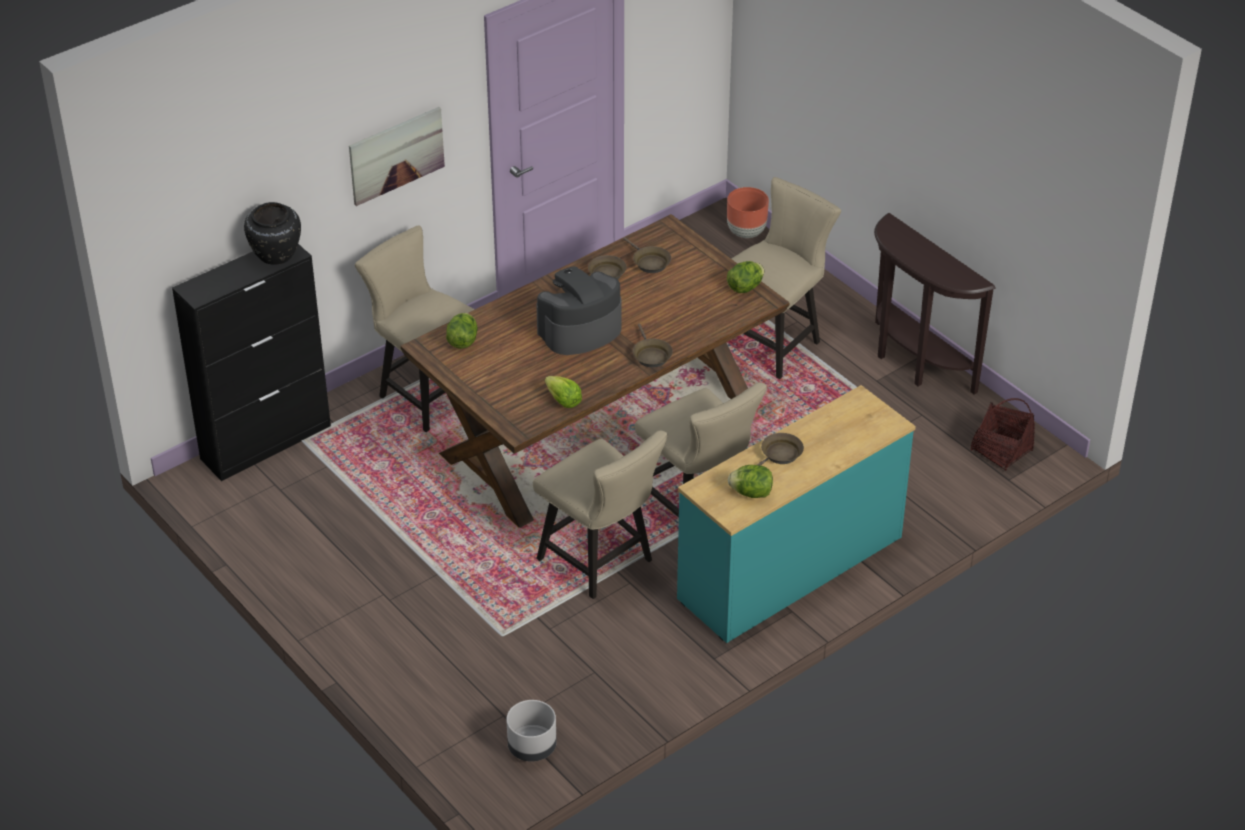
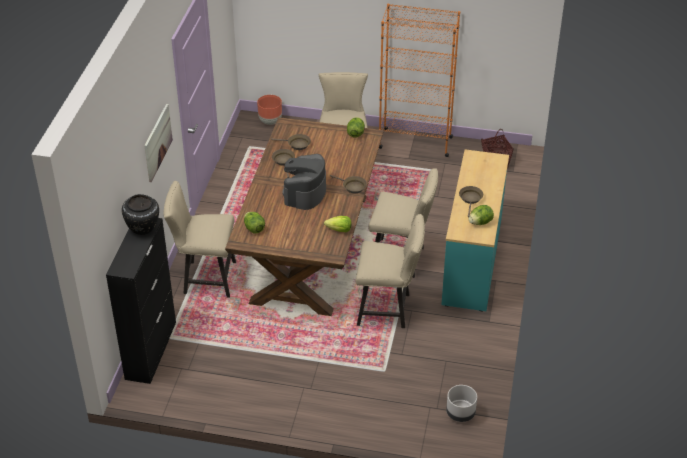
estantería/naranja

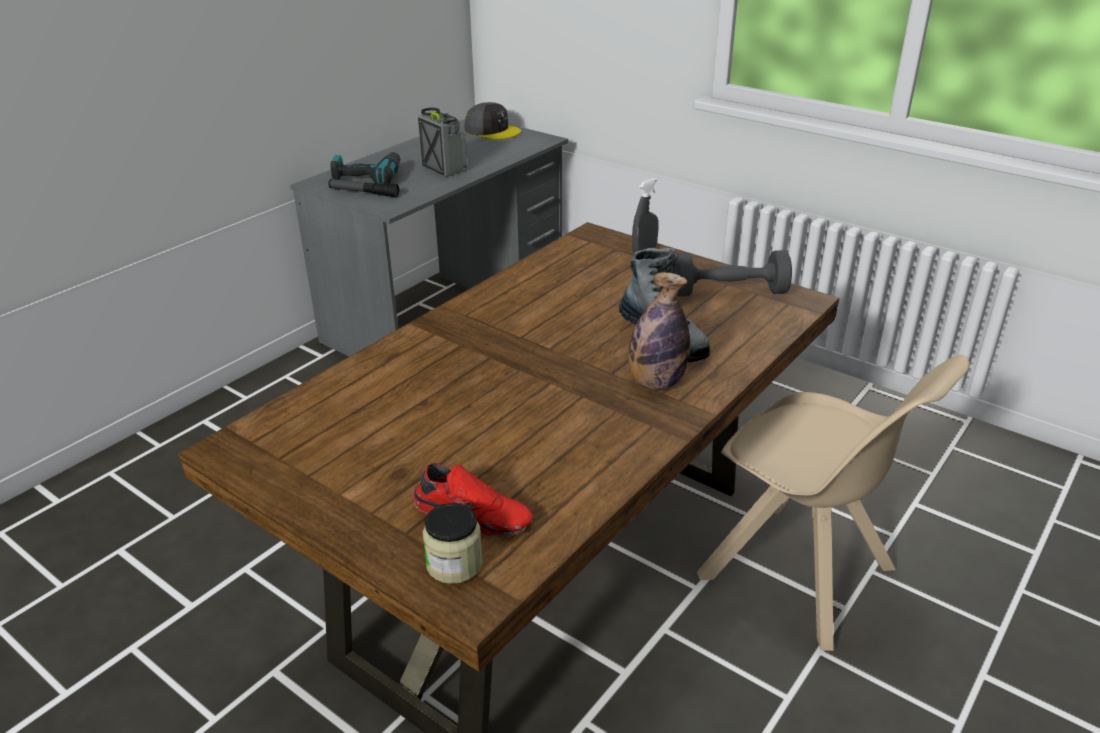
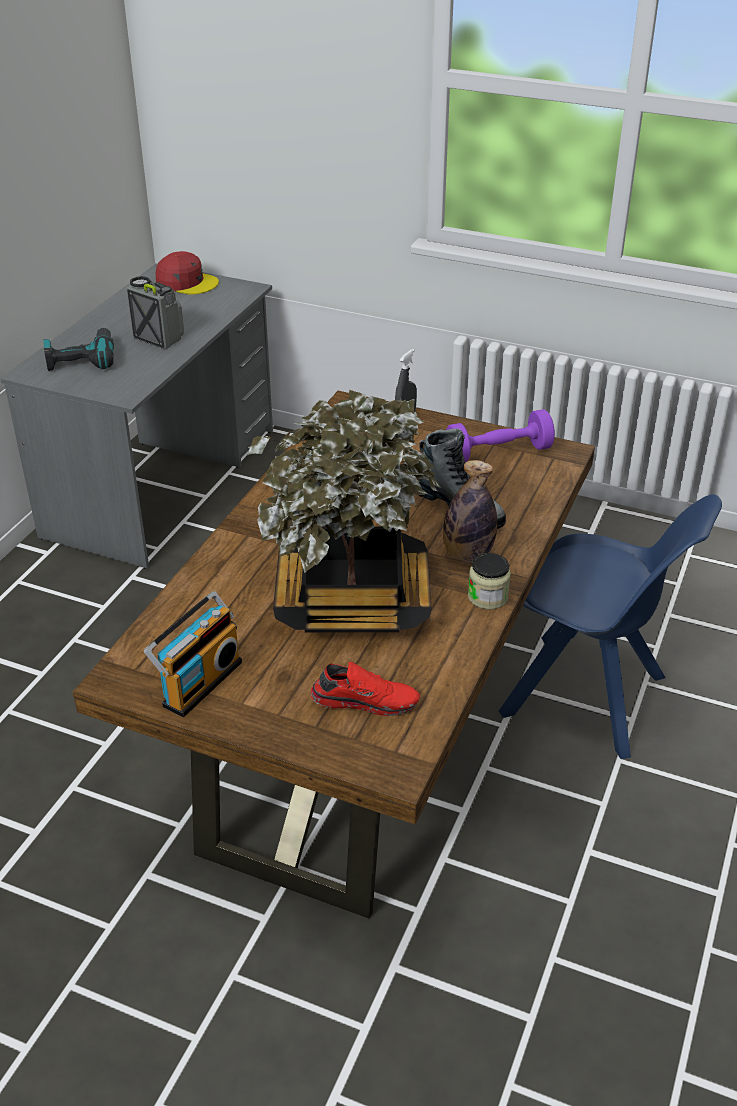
radio (no. 2 from left)
gorra/rojo
planta en maceta
mancuerna/morado
tarro
silla/azul
linterna

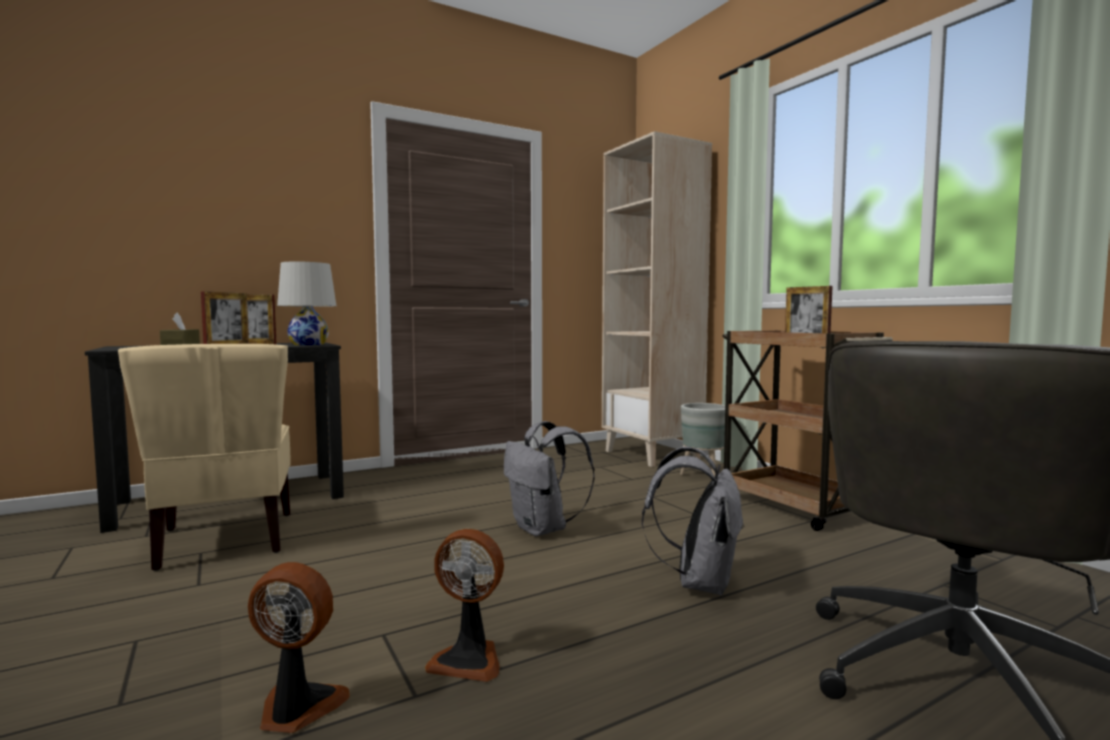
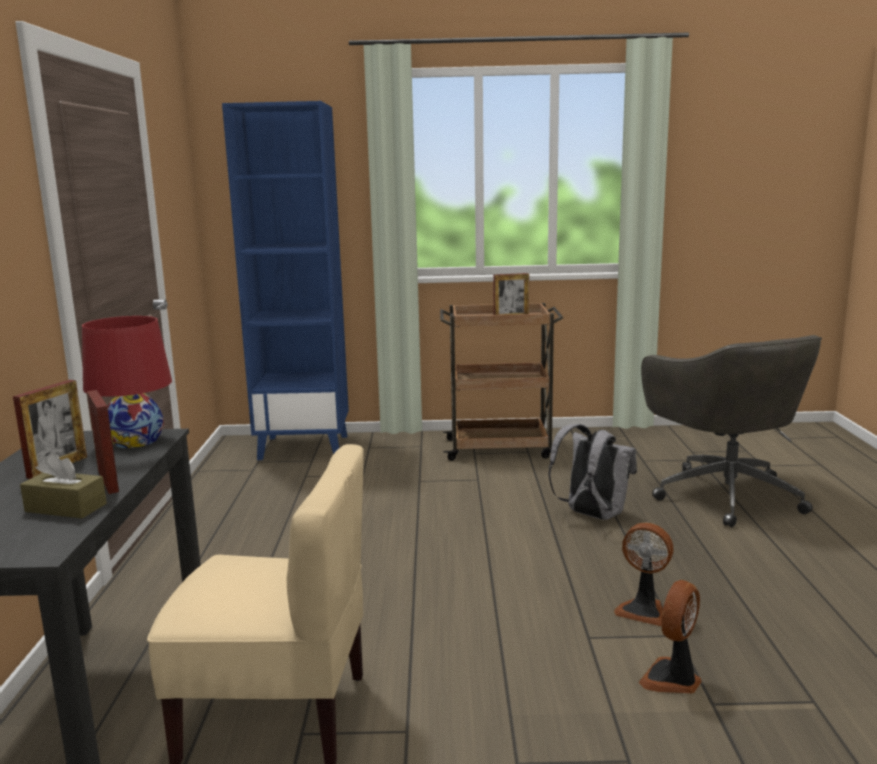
lámpara de mesa/rojo
estantería/azul
ventilador (no. 1 from left)
mochila/gris (no. 1 from left in the first image)
maceta/gris

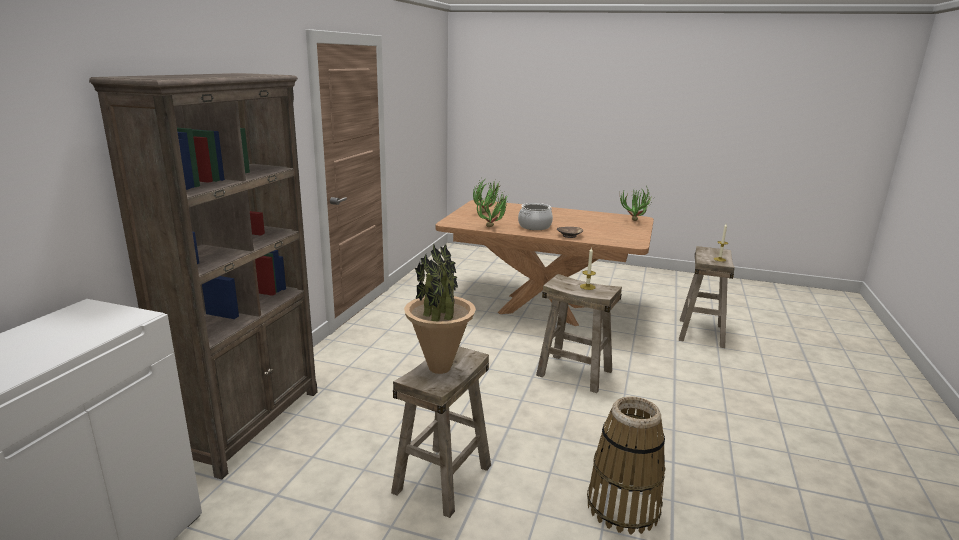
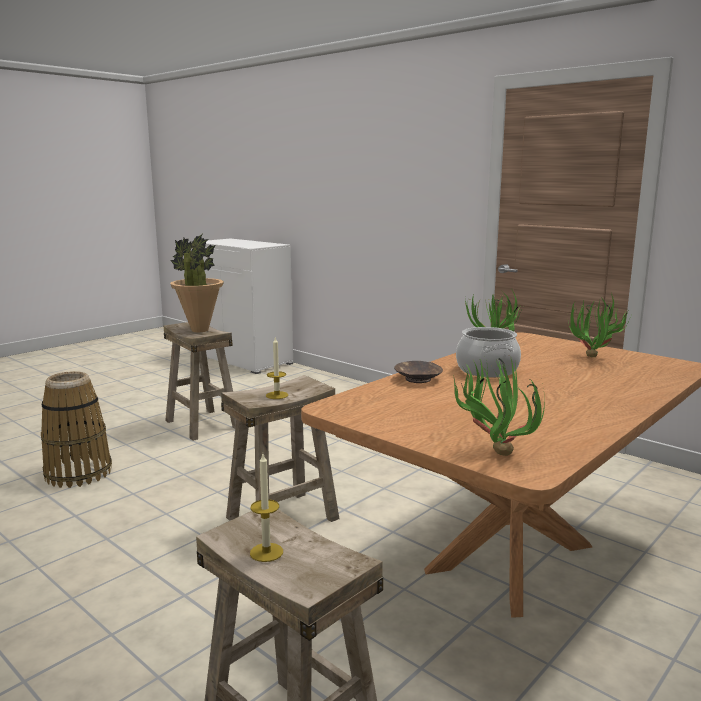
estantería/marrón

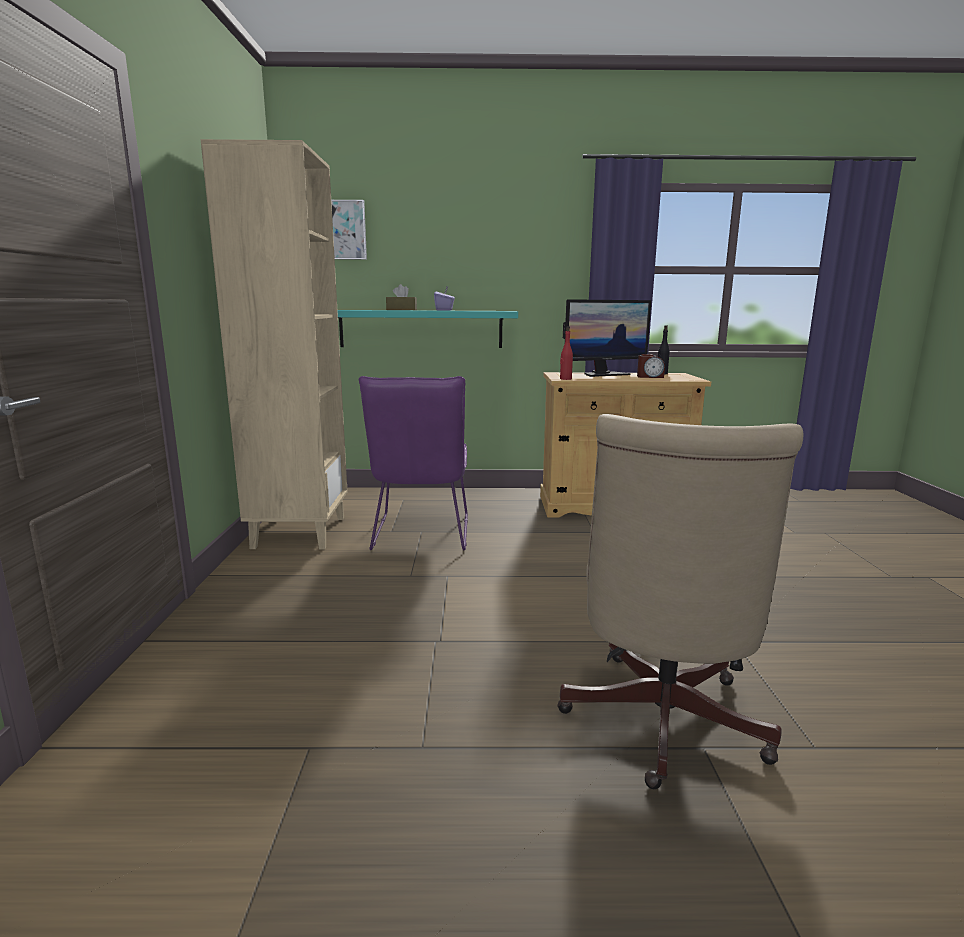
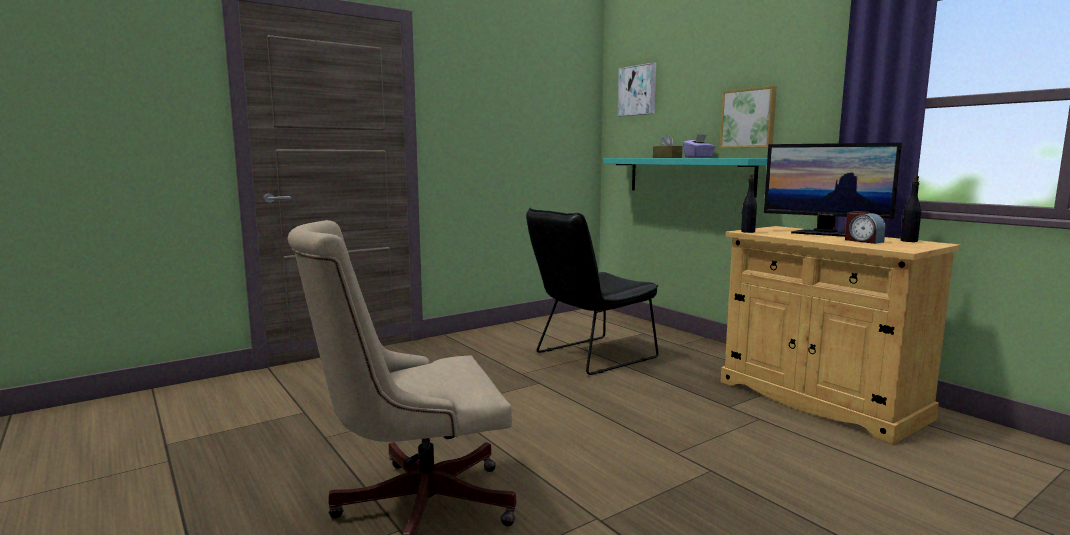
silla/negro
cuadro (no. 2 from left)
botella/negro (no. 1 from left)
estantería/beis

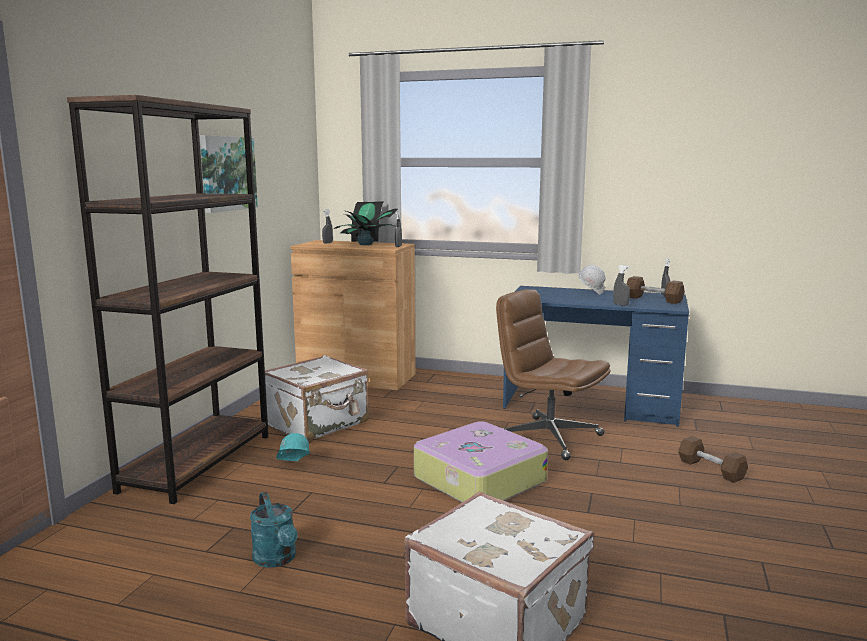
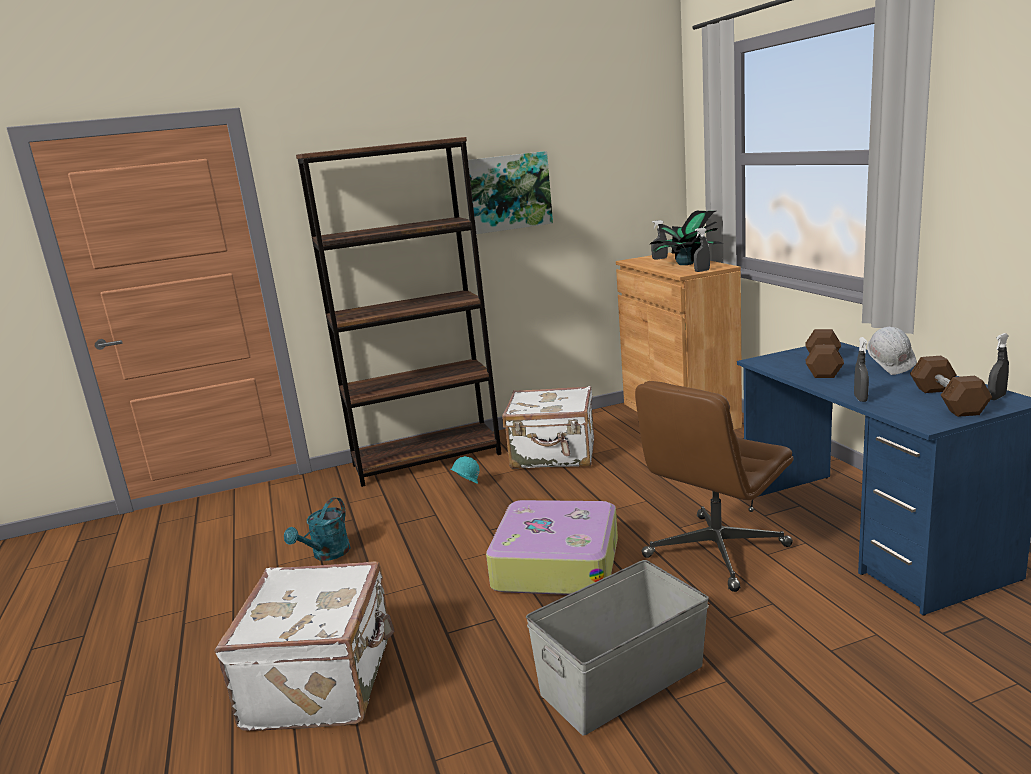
caja de almacenaje/gris
silla de oficina/marrón
mancuerna/marrón (no. 1 from left)

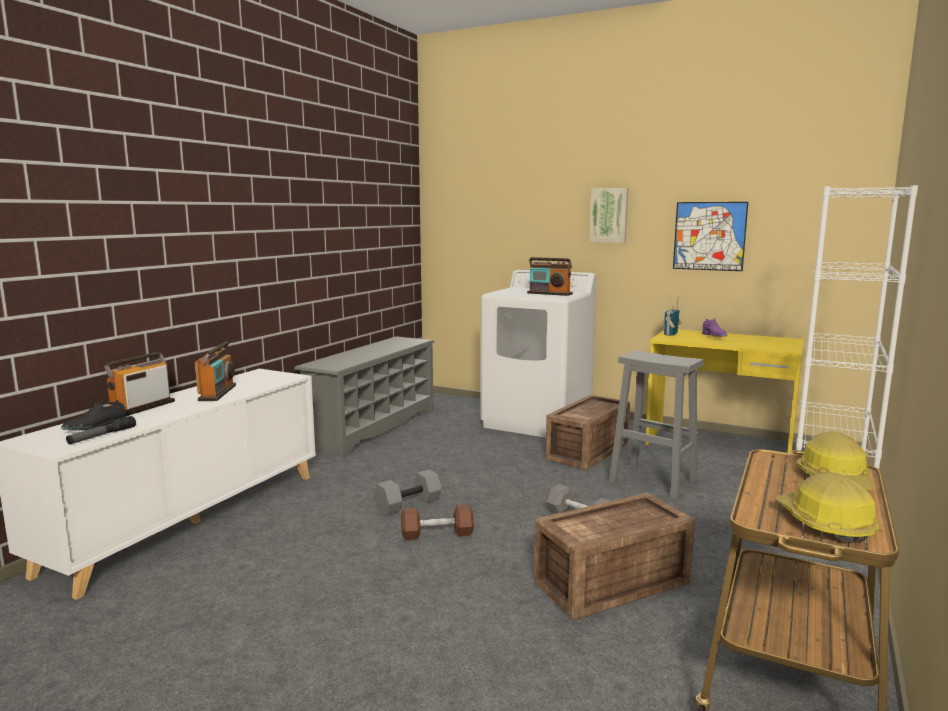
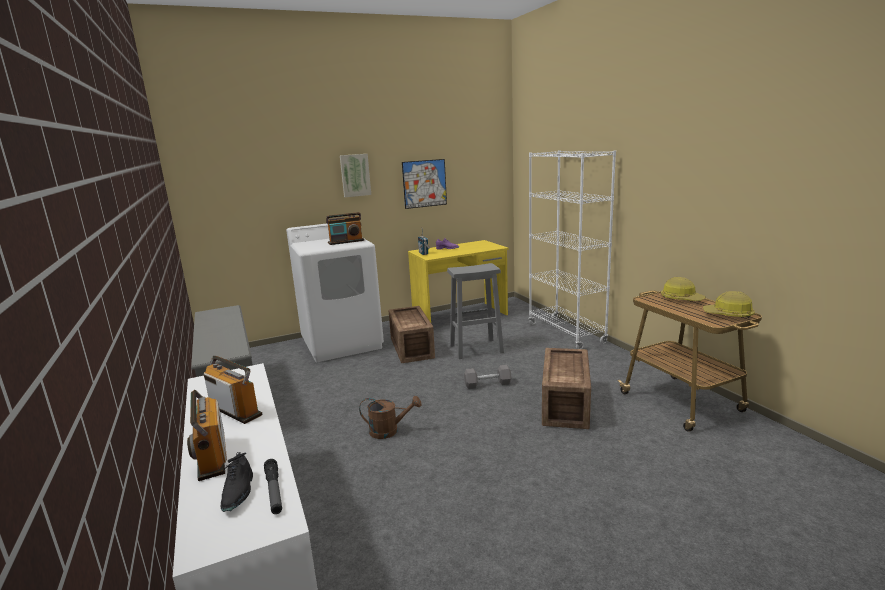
regadera/marrón
mancuerna/marrón

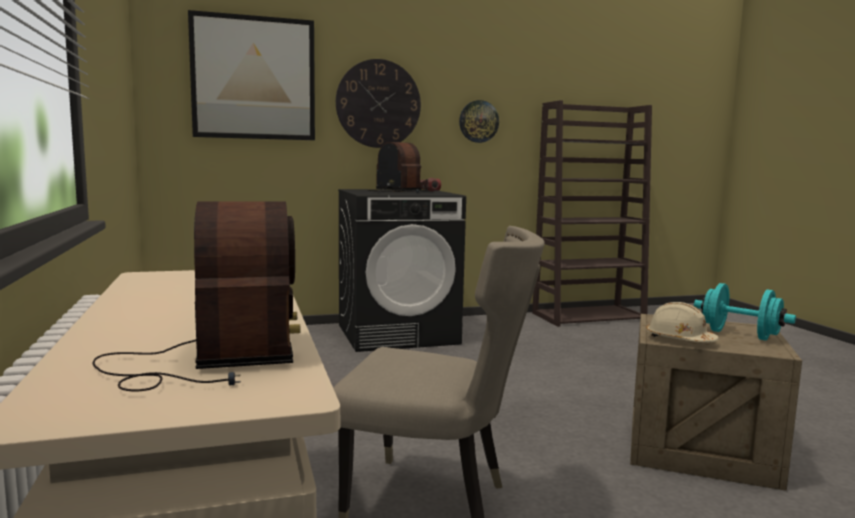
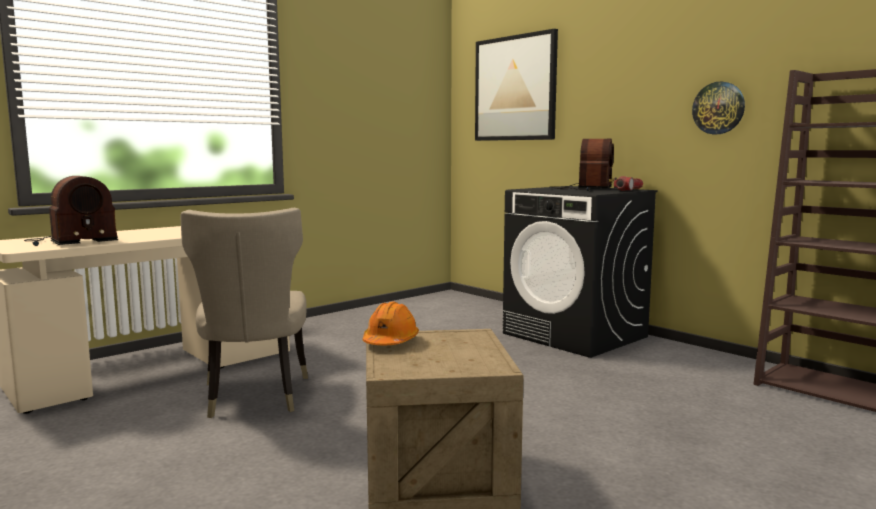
casco/naranja
reloj de pared (no. 1 from left in the first image)
mancuerna/turquesa

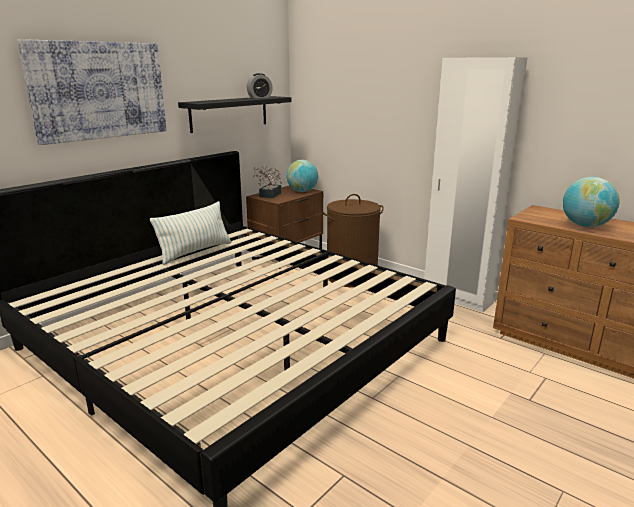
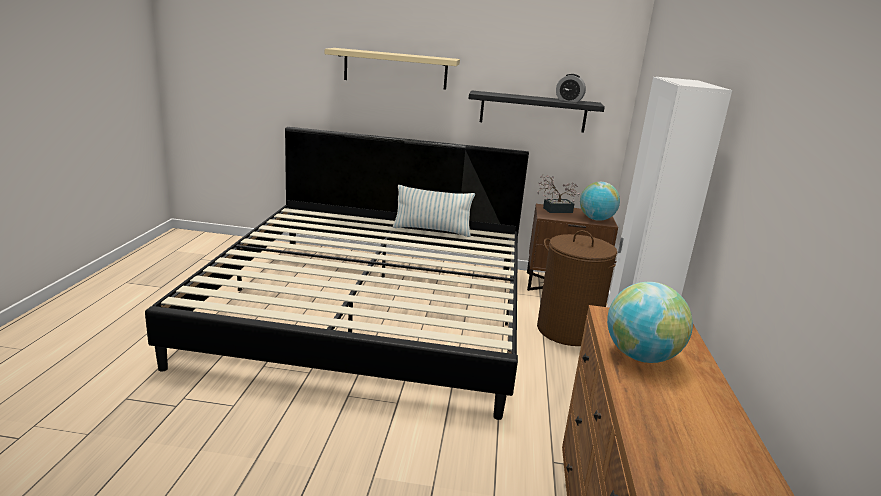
estante/beis

